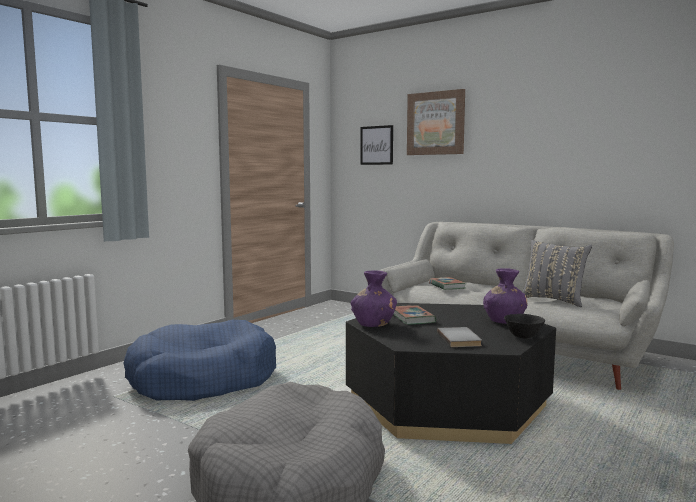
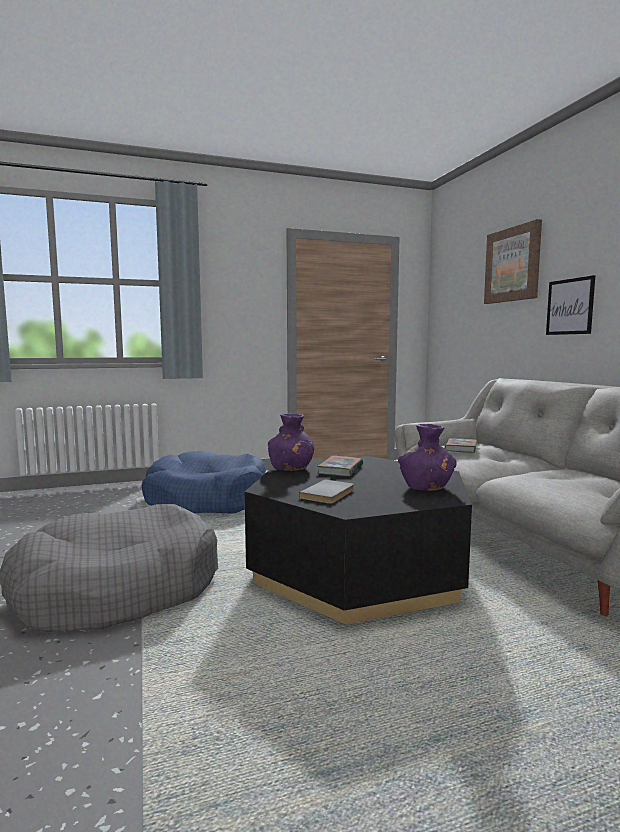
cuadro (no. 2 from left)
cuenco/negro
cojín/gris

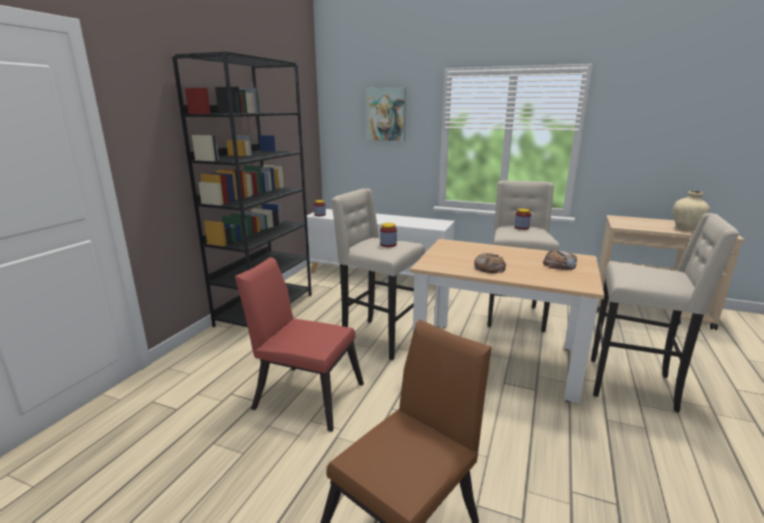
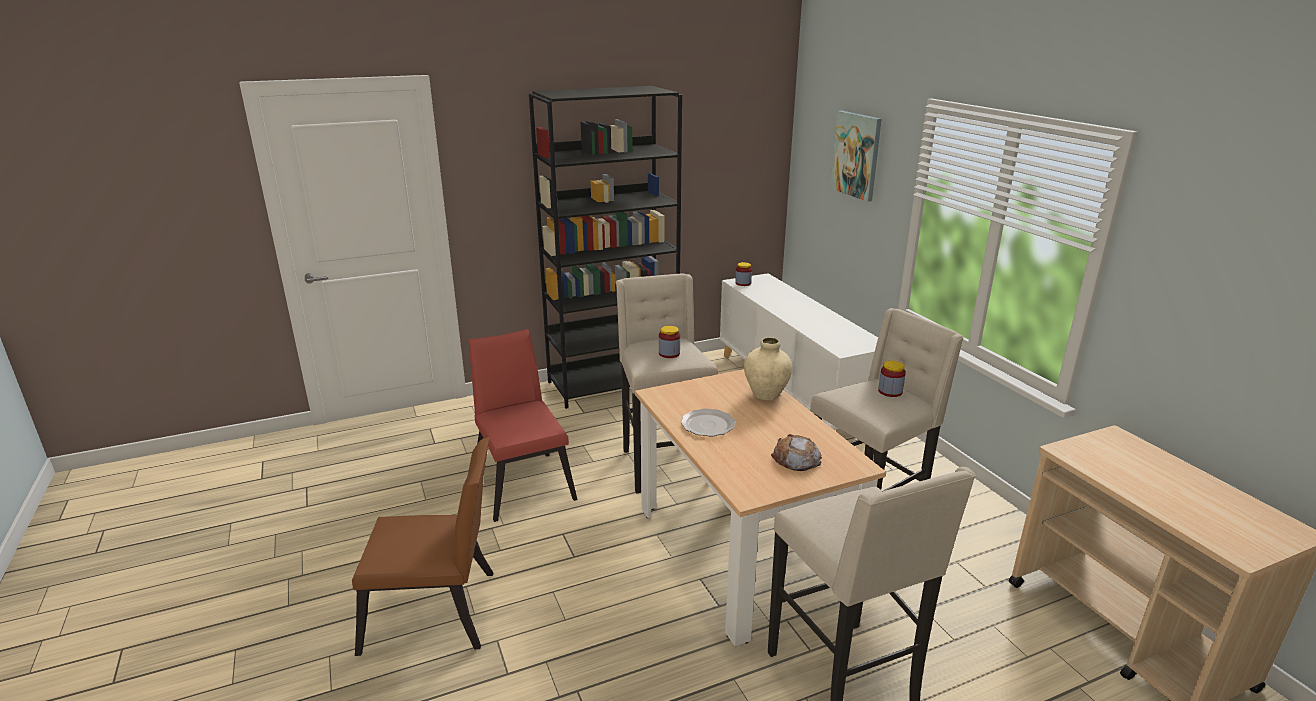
plato
florero/beis

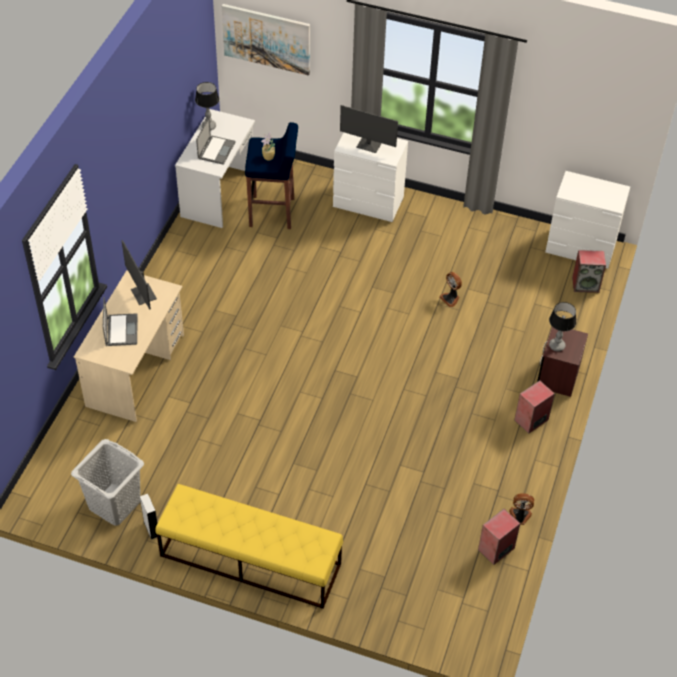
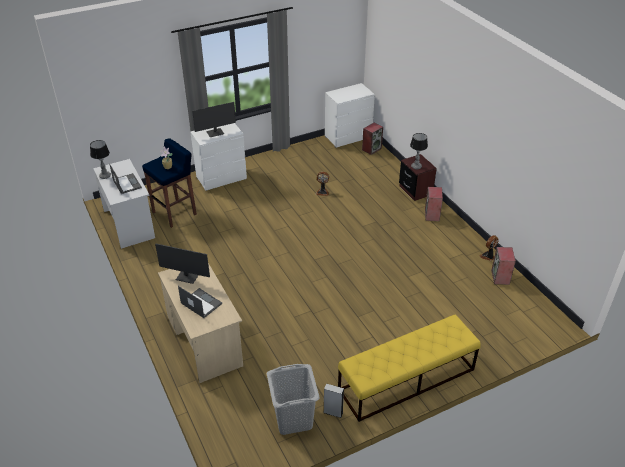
cuadro

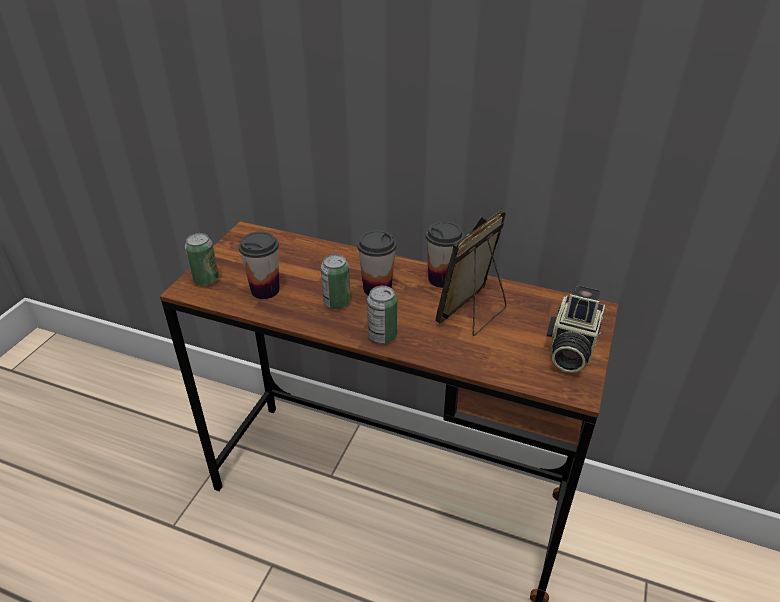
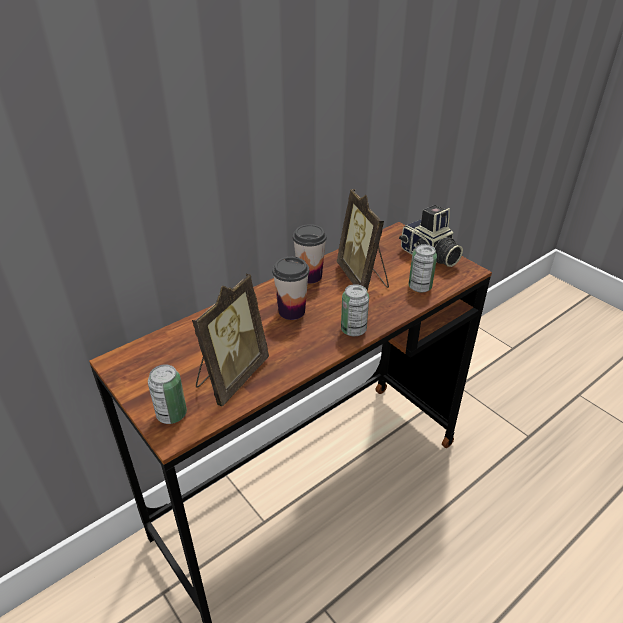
portarretratos (no. 1 from left)
lata (no. 3 from left)

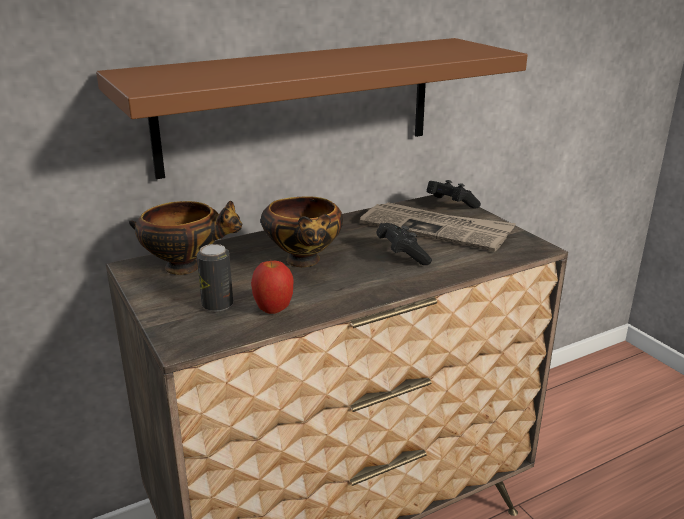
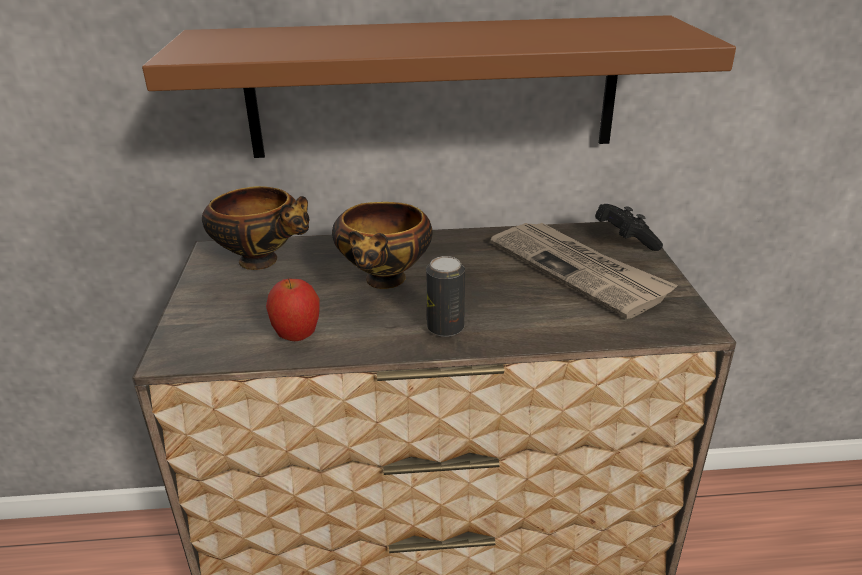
lata
mando de consola/negro (no. 1 from left in the first image)

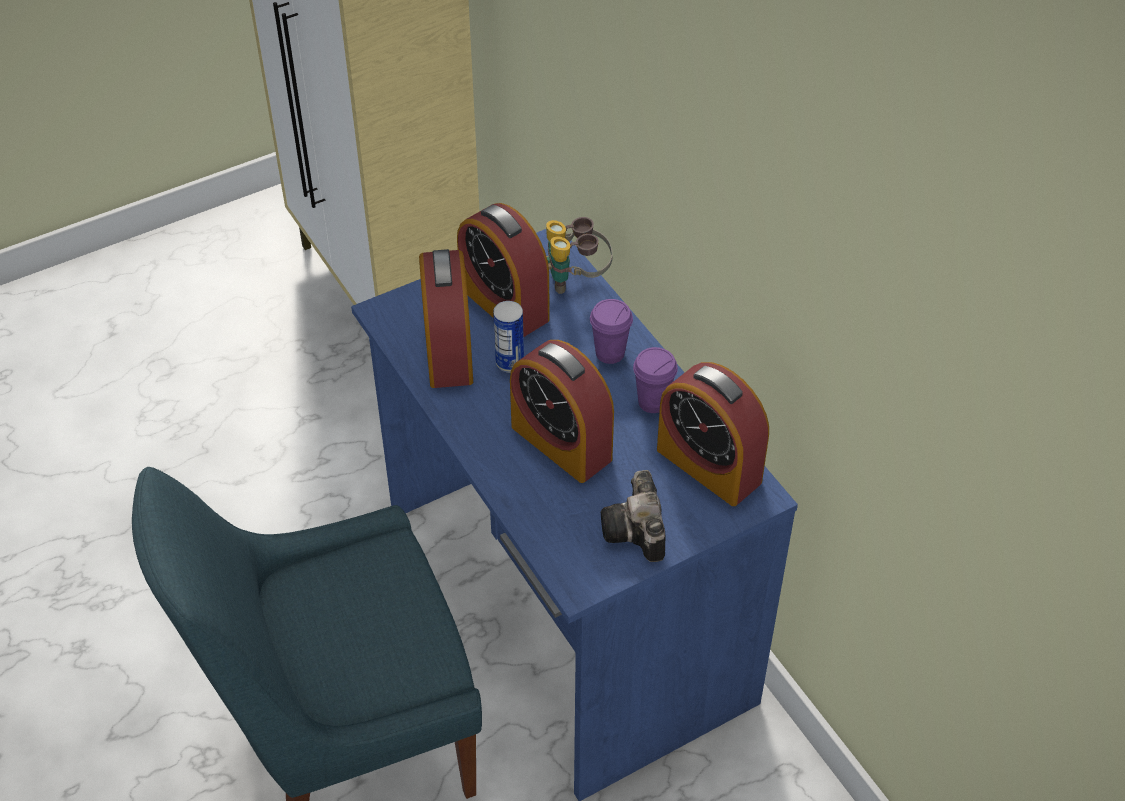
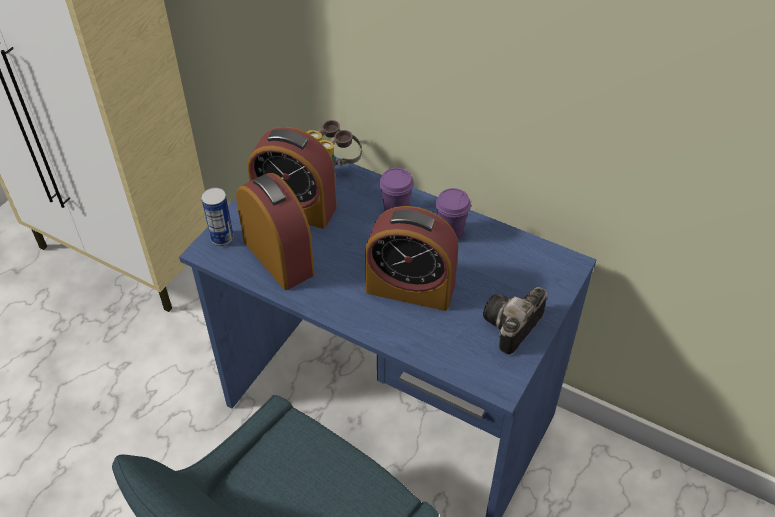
lata
cámara
despertador (no. 4 from left in the first image)

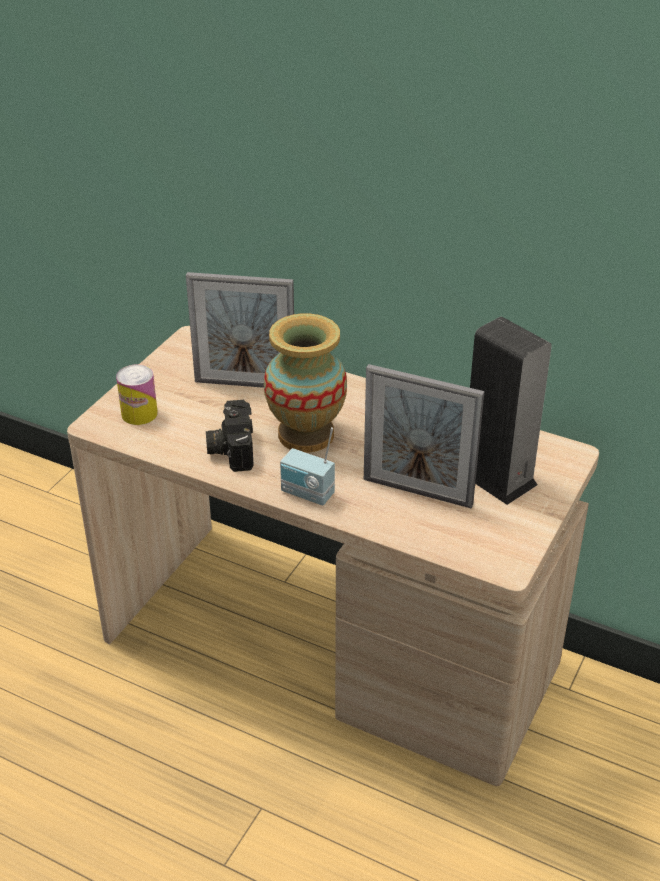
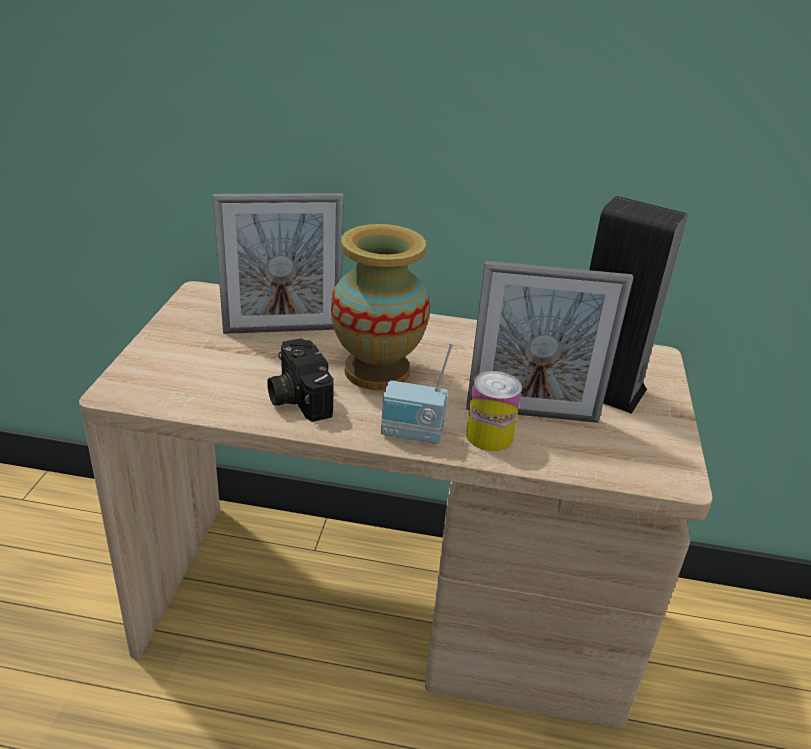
lata

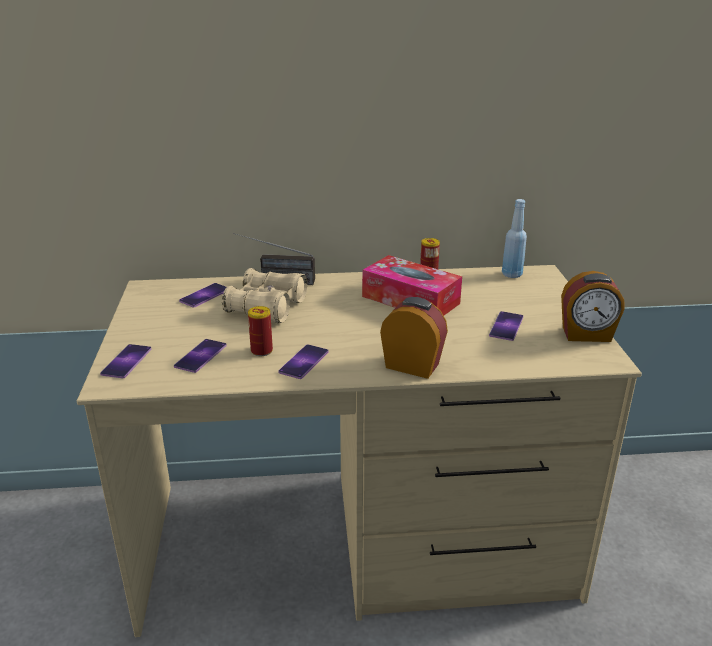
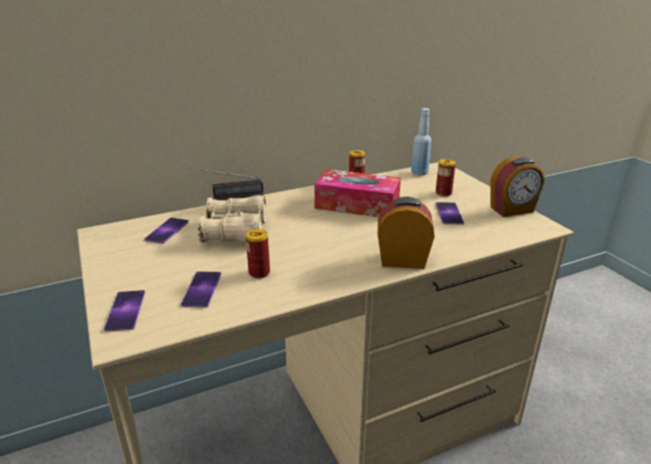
lata (no. 3 from left)
móvil (no. 4 from left in the first image)

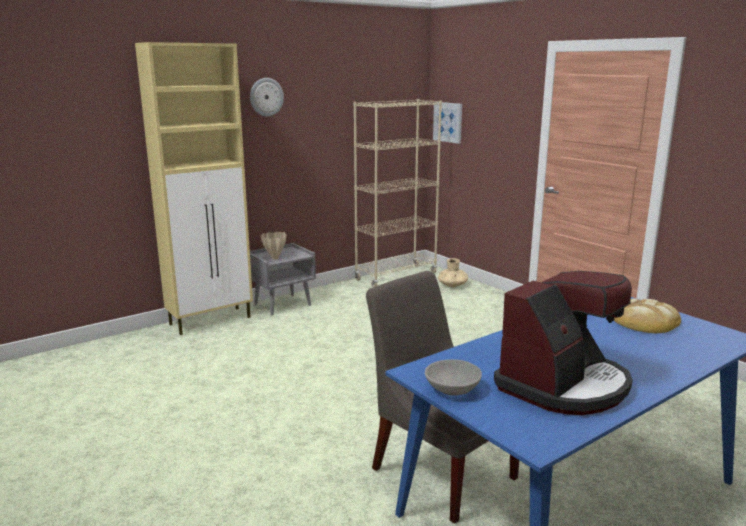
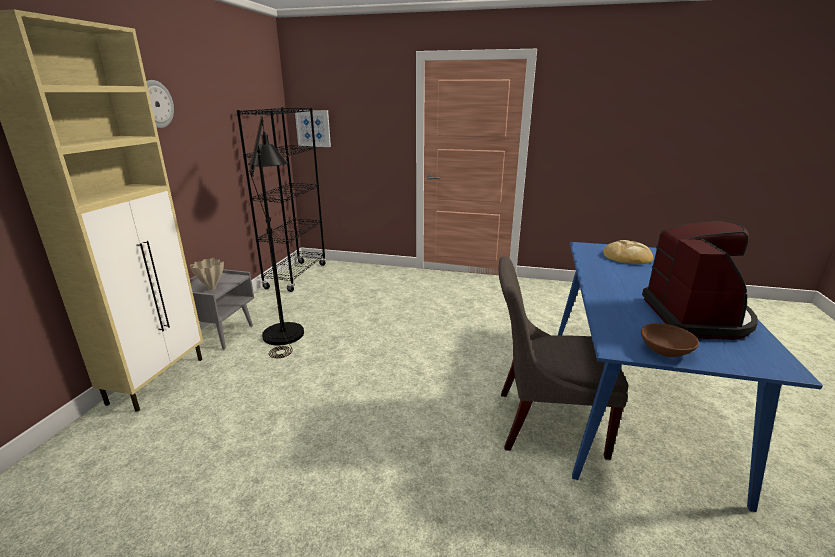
estantería/negro
lámpara de pie/negro
cuenco/marrón
florero/beis (no. 2 from left in the first image)

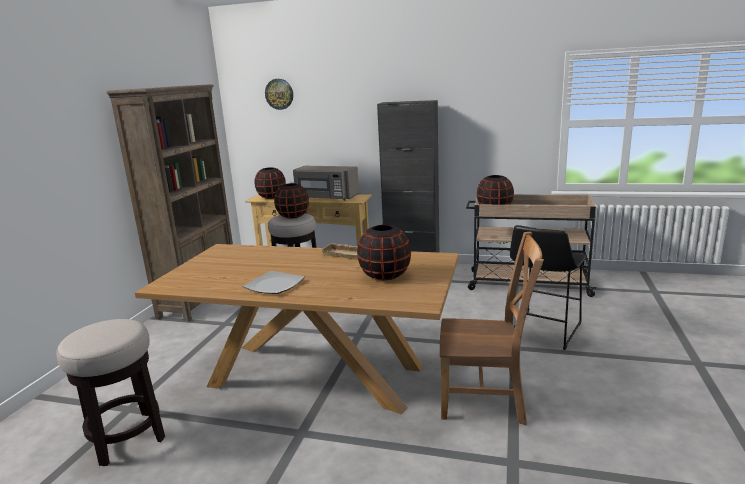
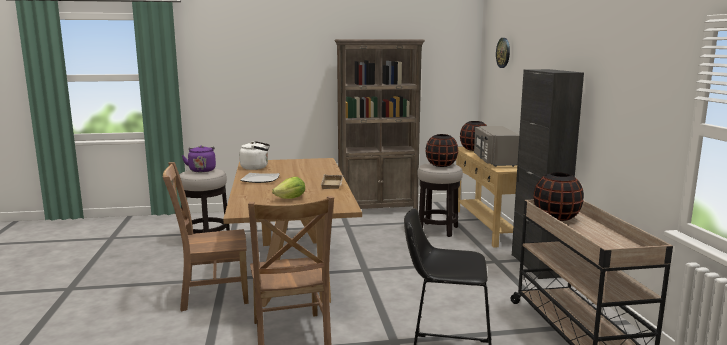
silla/marrón (no. 1 from left)
hervidor/morado
hervidor/blanco
lechuga

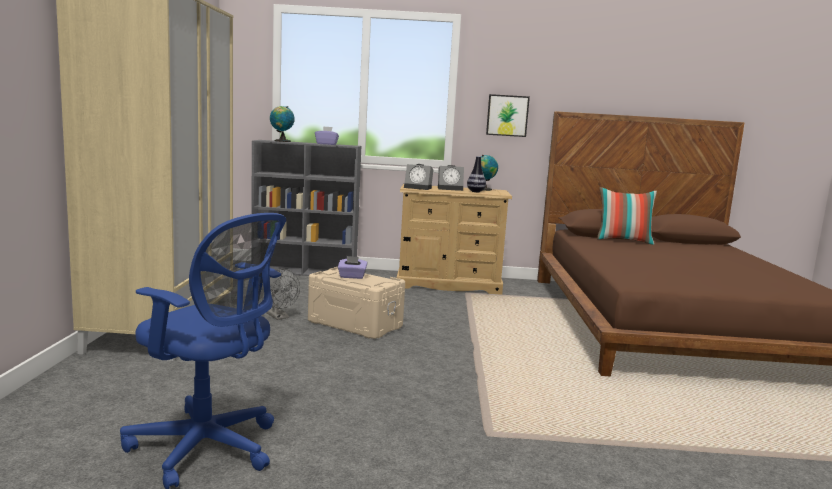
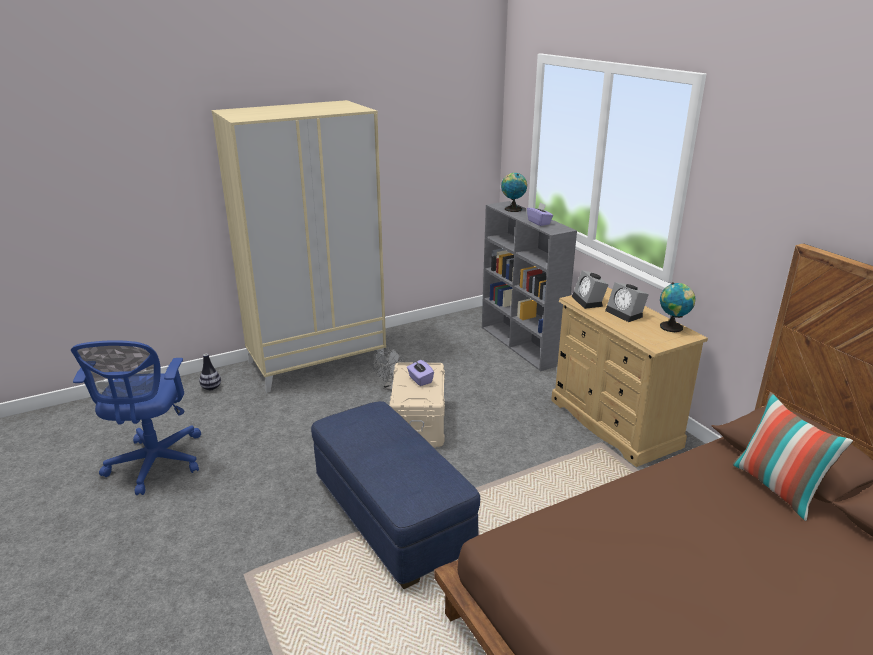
florero
puf/azul
cuadro

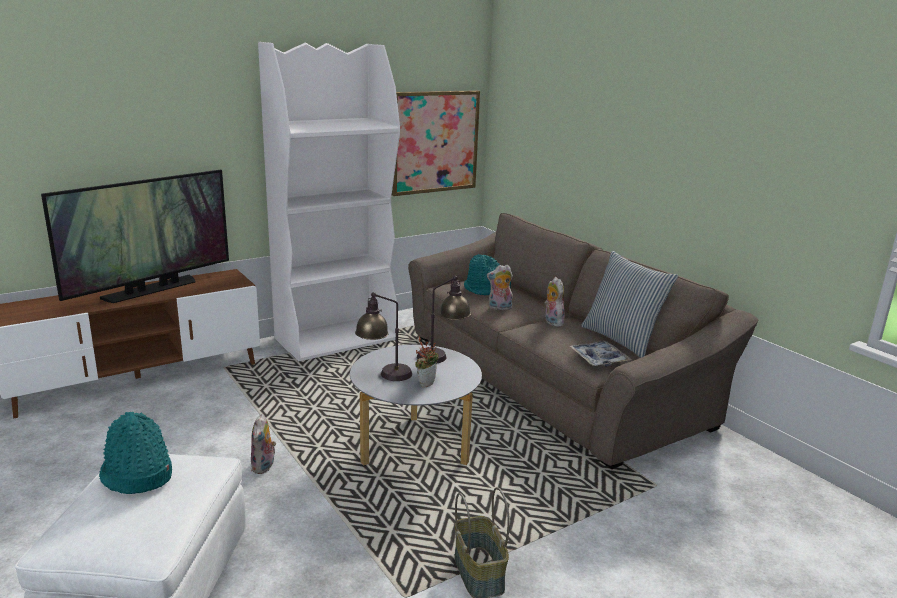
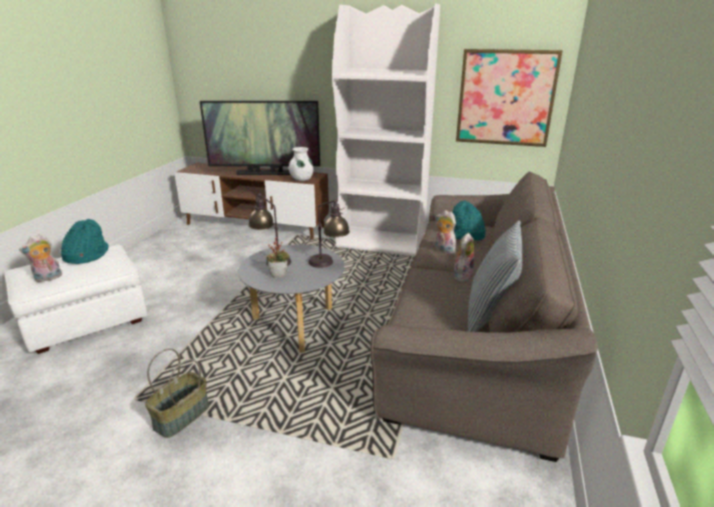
peluche (no. 1 from left)
florero/blanco
bandeja

